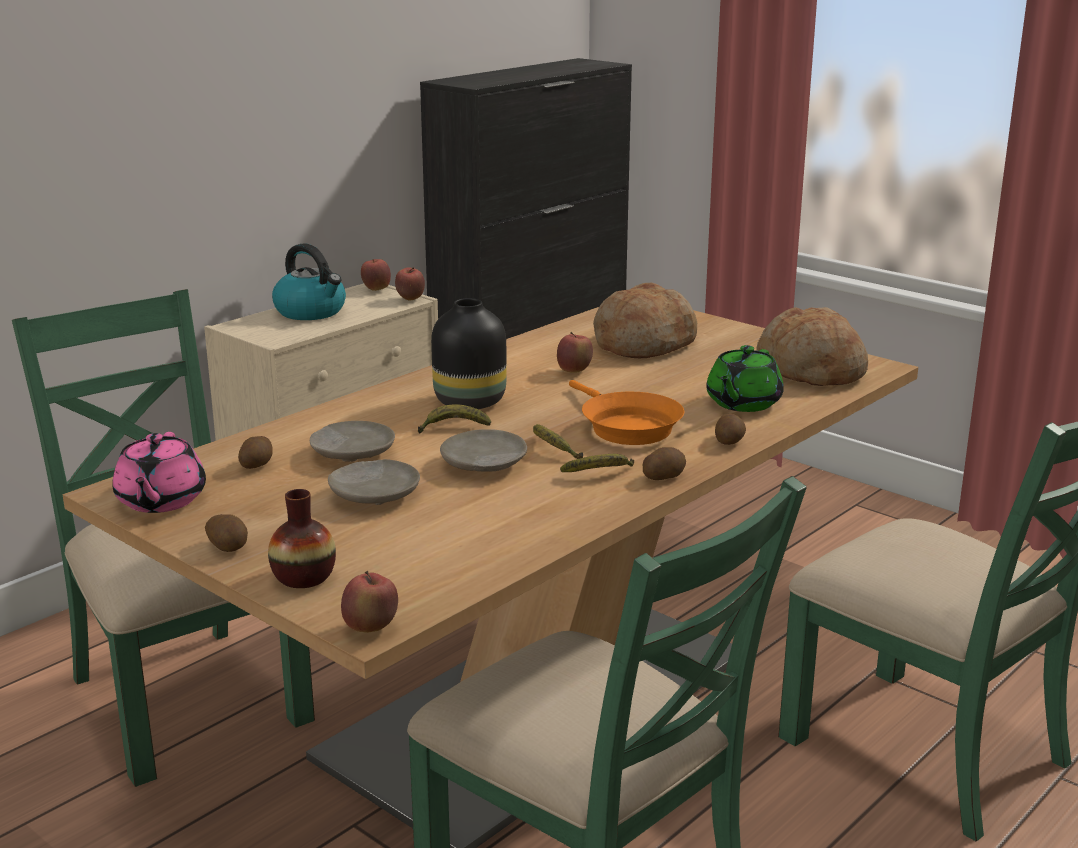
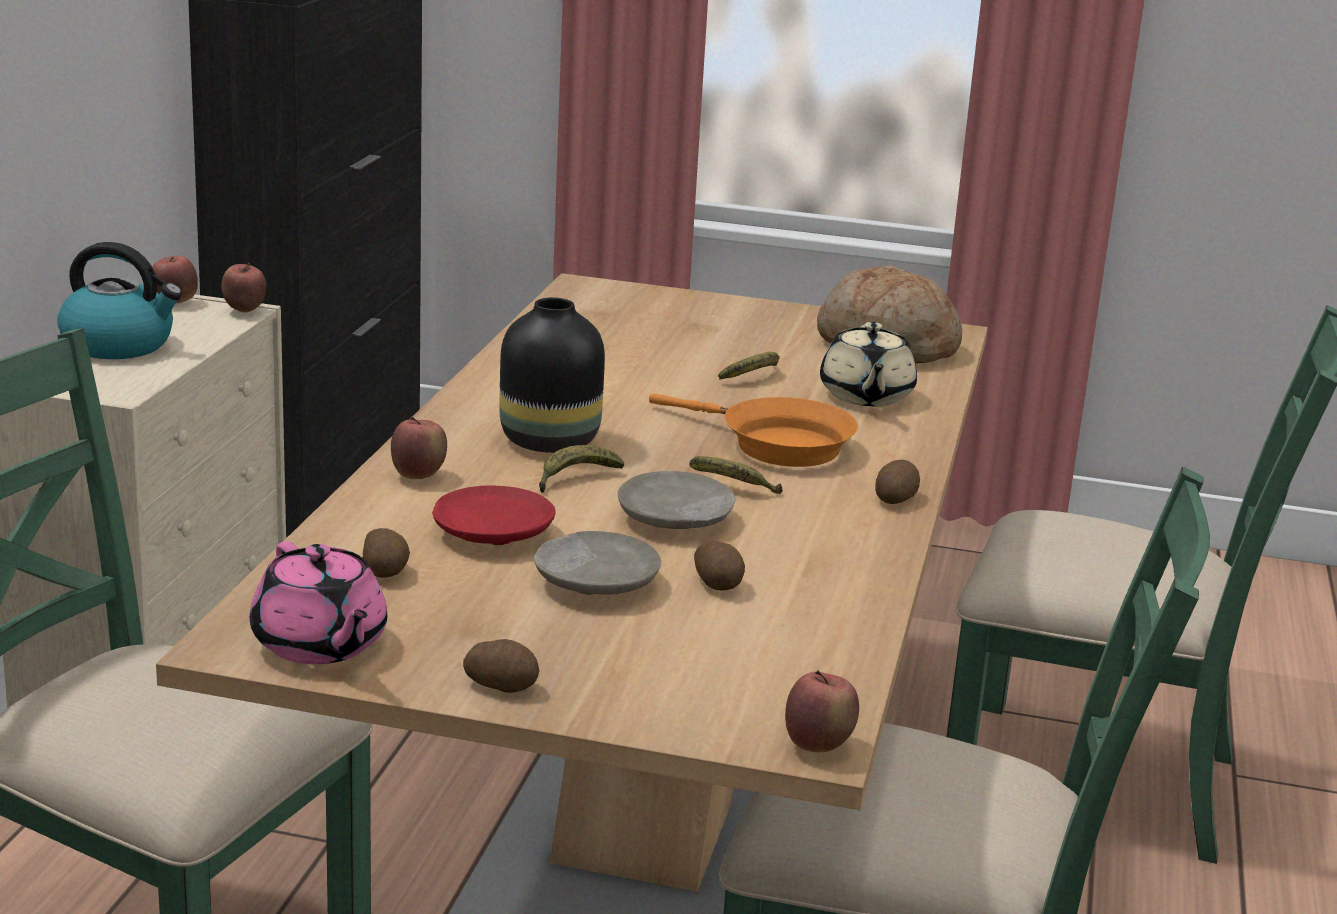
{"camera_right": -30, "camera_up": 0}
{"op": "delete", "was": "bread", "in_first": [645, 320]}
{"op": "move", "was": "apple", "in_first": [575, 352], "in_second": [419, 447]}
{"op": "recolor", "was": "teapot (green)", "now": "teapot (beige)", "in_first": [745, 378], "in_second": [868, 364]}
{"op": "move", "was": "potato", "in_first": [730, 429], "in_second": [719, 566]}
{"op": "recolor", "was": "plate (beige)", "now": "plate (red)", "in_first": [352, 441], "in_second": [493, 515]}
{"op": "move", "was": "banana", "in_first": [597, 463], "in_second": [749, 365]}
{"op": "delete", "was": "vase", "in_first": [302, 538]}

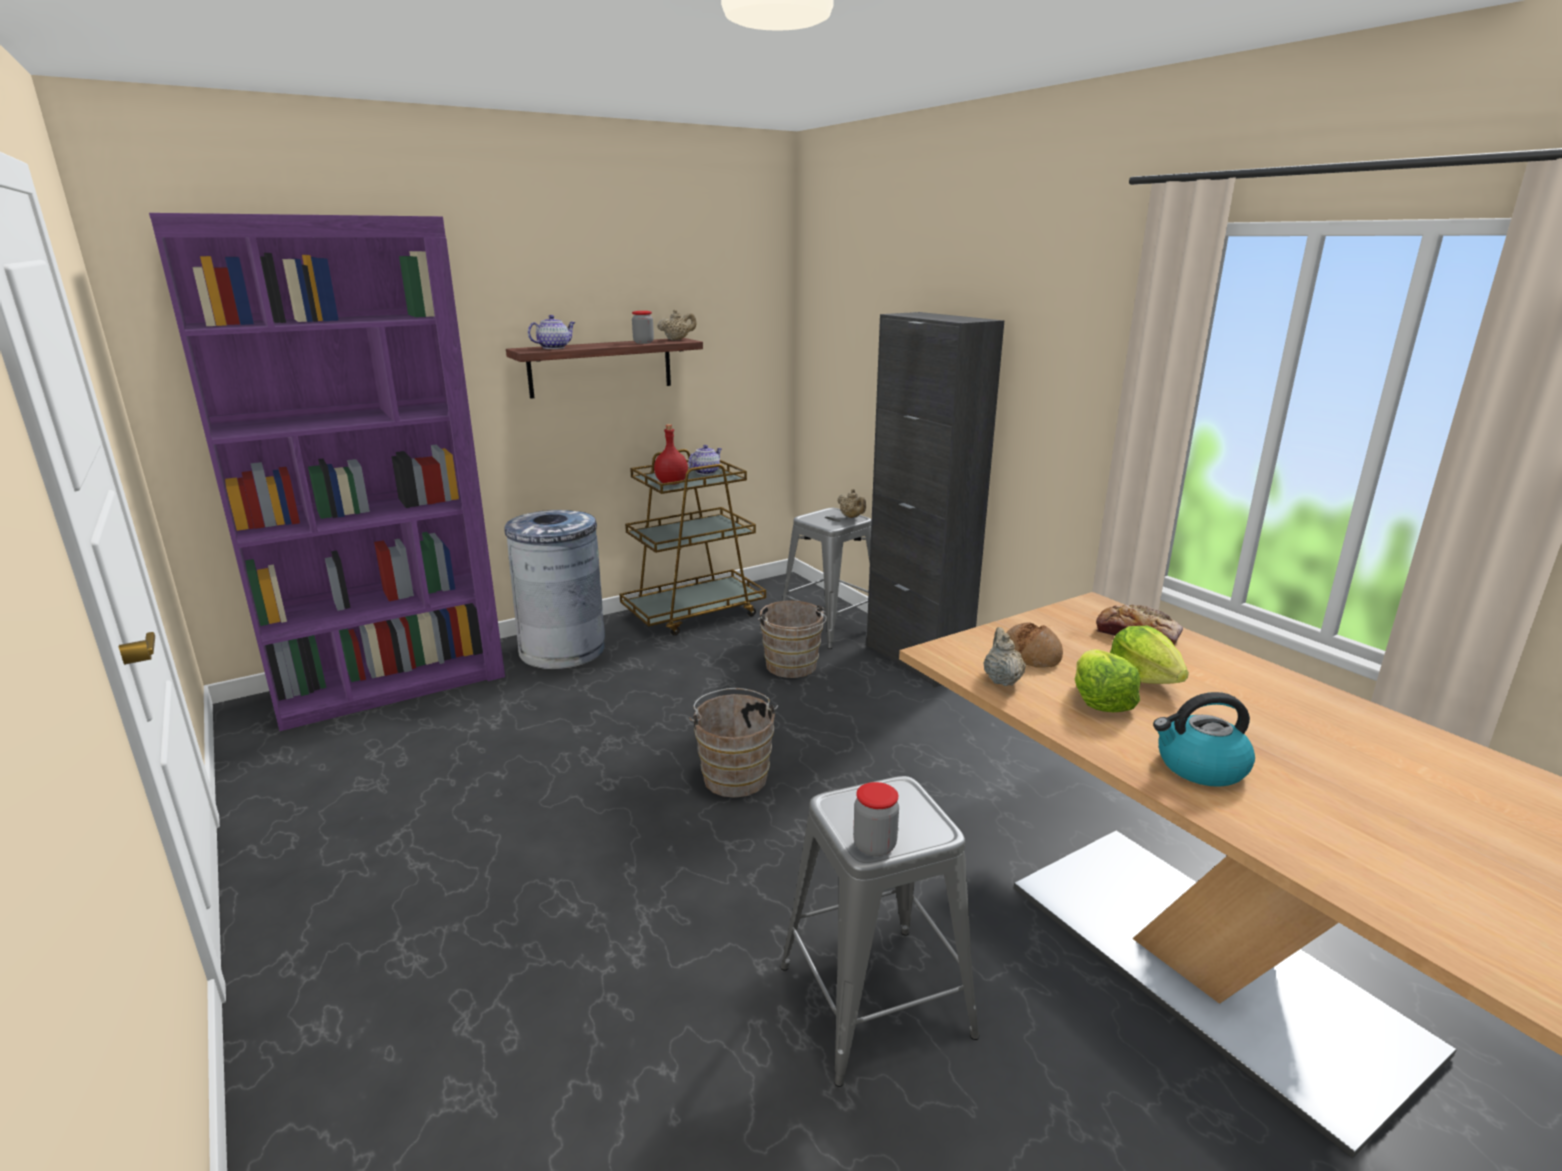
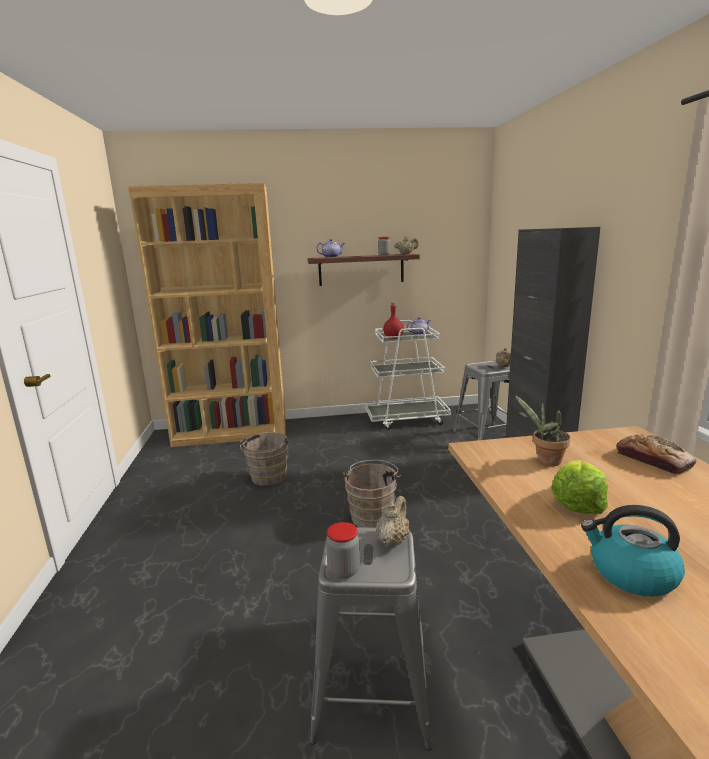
{"camera_right": 25, "camera_up": -5}
{"op": "recolor", "was": "bookcase (purple)", "now": "bookcase (brown)", "in_first": [327, 472], "in_second": [207, 315]}
{"op": "recolor", "was": "cart (brown)", "now": "cart (white)", "in_first": [692, 542], "in_second": [408, 375]}
{"op": "delete", "was": "trash can (grey)", "in_first": [554, 589]}
{"op": "move", "was": "bucket (brown)", "in_first": [792, 639], "in_second": [264, 459]}
{"op": "replace", "was": "bread", "now": "potted plant", "in_first": [1034, 645], "in_second": [543, 430]}
{"op": "delete", "was": "lettuce", "in_first": [1149, 655]}
{"op": "move", "was": "teapot (beige)", "in_first": [1005, 656], "in_second": [393, 522]}

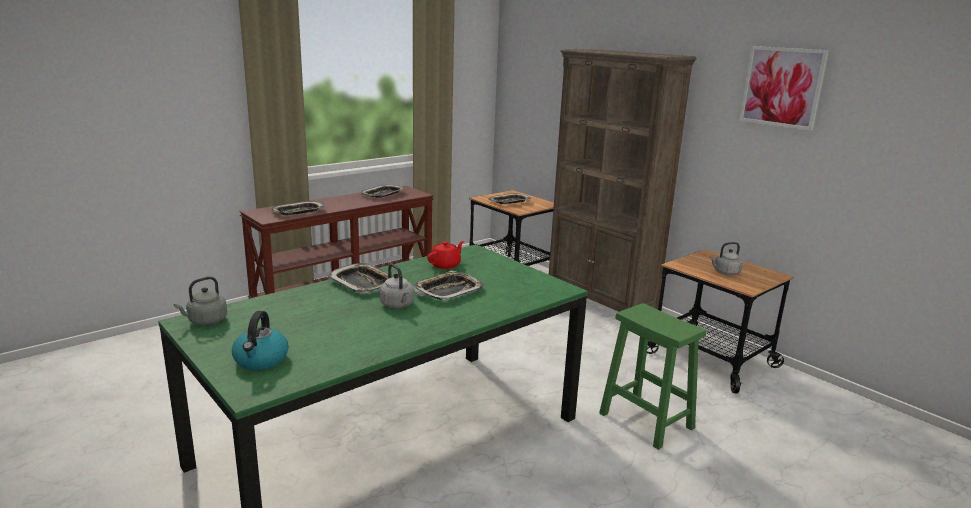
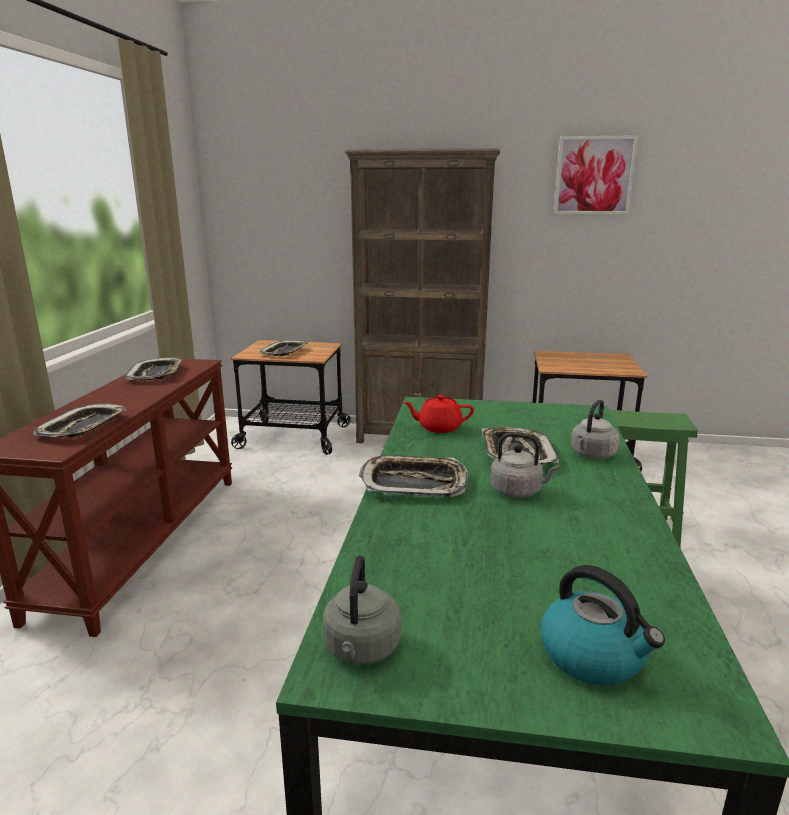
{"camera_right": -40, "camera_up": 0}
{"op": "rotate", "was": "teapot (red)", "in_first": [445, 255], "in_second": [438, 414], "clockwise": -90}
{"op": "move", "was": "kettle (grey)", "in_first": [726, 258], "in_second": [595, 429]}

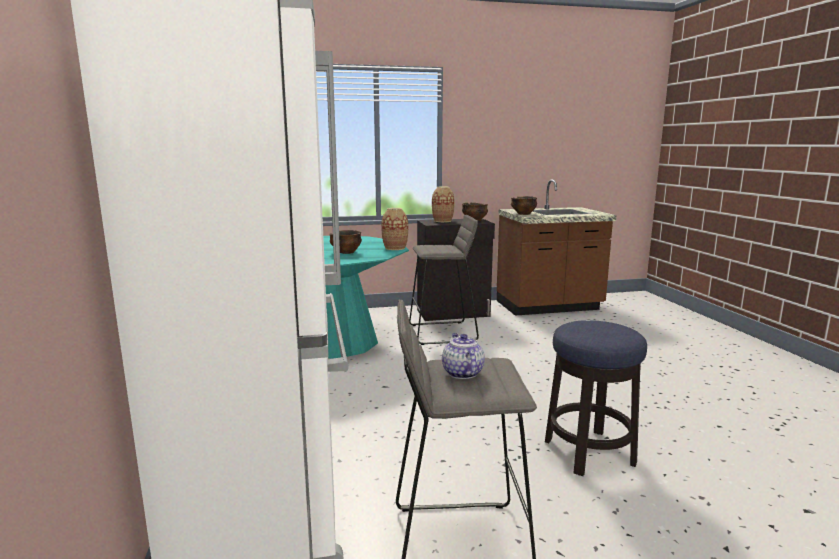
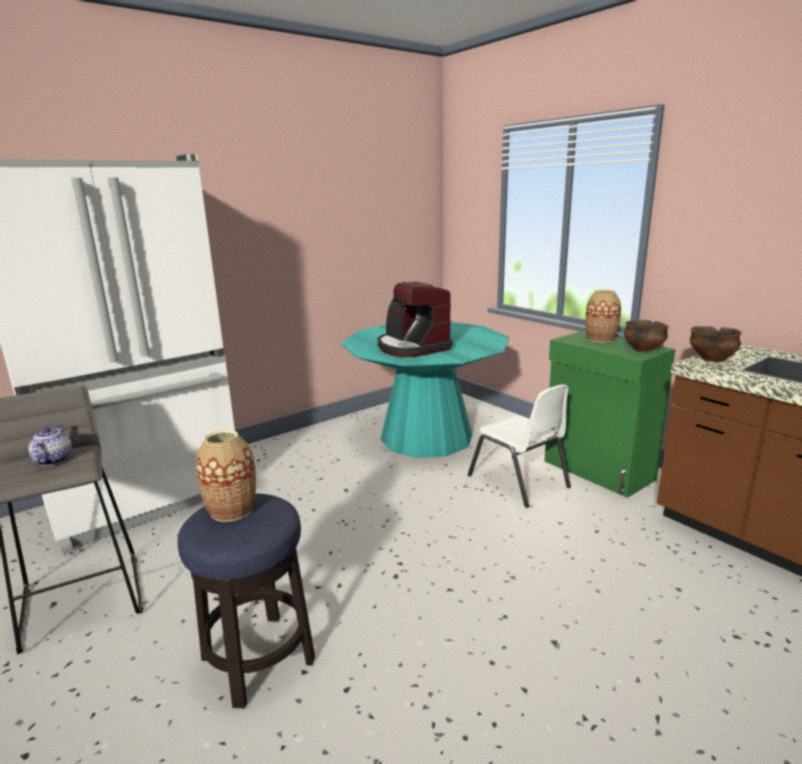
{"camera_right": 65, "camera_up": 5}
{"op": "move", "was": "vase", "in_first": [394, 229], "in_second": [226, 476]}
{"op": "replace", "was": "stool (grey)", "now": "chair (white)", "in_first": [444, 280], "in_second": [519, 446]}
{"op": "recolor", "was": "cabinet (black)", "now": "cabinet (green)", "in_first": [456, 270], "in_second": [609, 414]}
{"op": "replace", "was": "bowl", "now": "coffee machine", "in_first": [345, 242], "in_second": [415, 319]}
{"op": "rotate", "was": "teapot", "in_first": [463, 356], "in_second": [50, 445], "clockwise": -60}

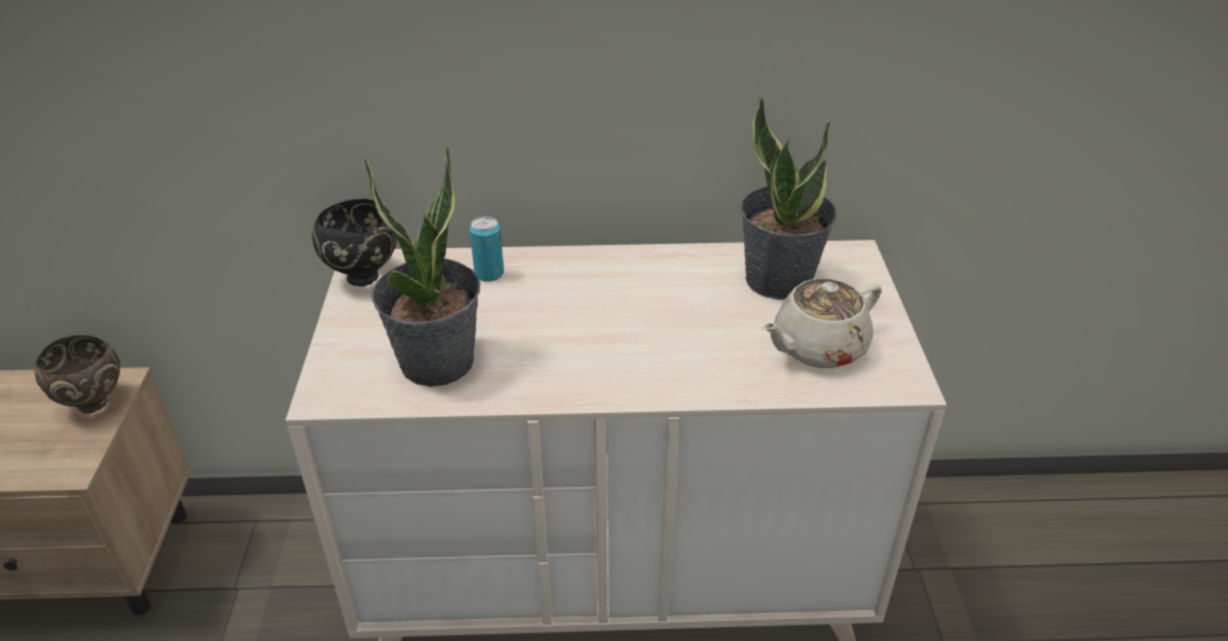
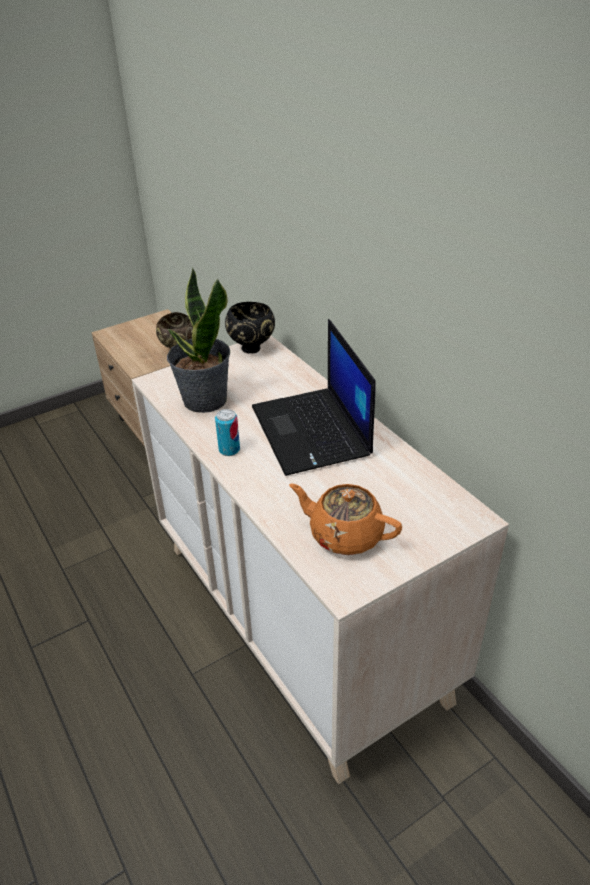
{"camera_right": 60, "camera_up": 0}
{"op": "delete", "was": "potted plant", "in_first": [788, 197]}
{"op": "move", "was": "can", "in_first": [486, 249], "in_second": [227, 432]}
{"op": "recolor", "was": "teapot (beige)", "now": "teapot (orange)", "in_first": [822, 323], "in_second": [345, 519]}
{"op": "insert", "now": "laptop", "in_second": [314, 397]}

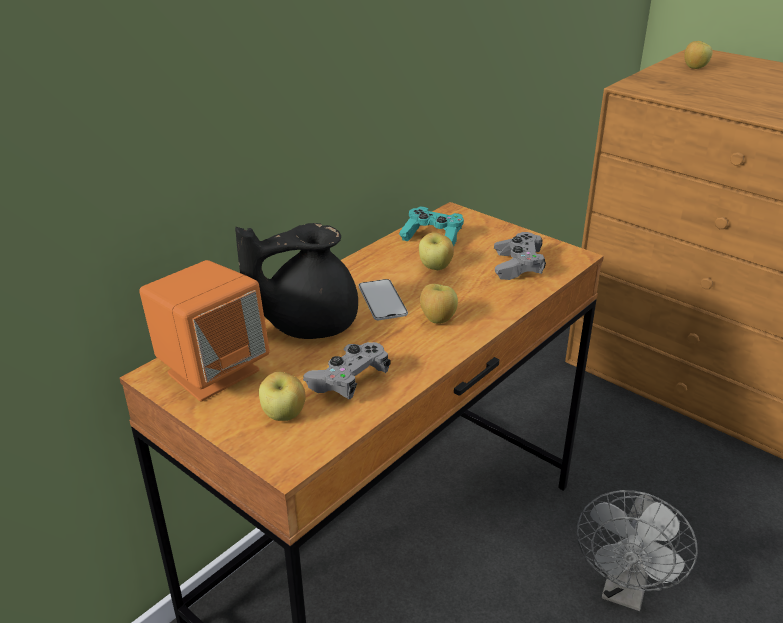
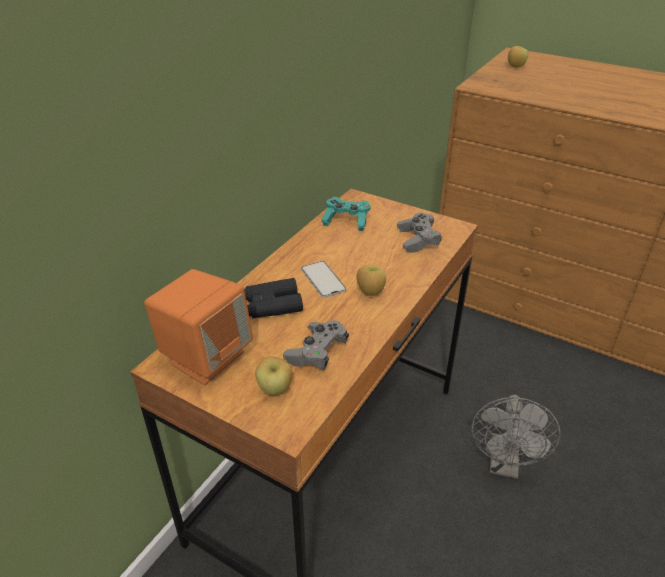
{"camera_right": -10, "camera_up": 5}
{"op": "replace", "was": "teapot (black)", "now": "binoculars (black)", "in_first": [296, 281], "in_second": [273, 298]}
{"op": "delete", "was": "apple", "in_first": [436, 251]}

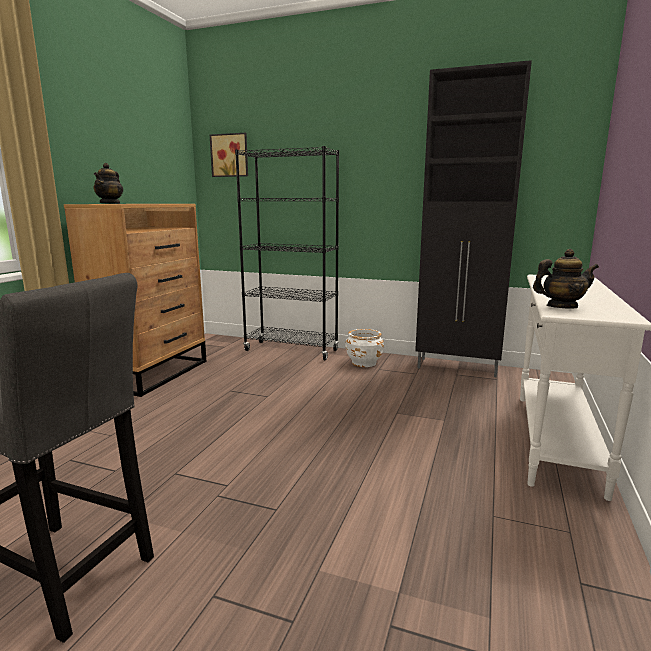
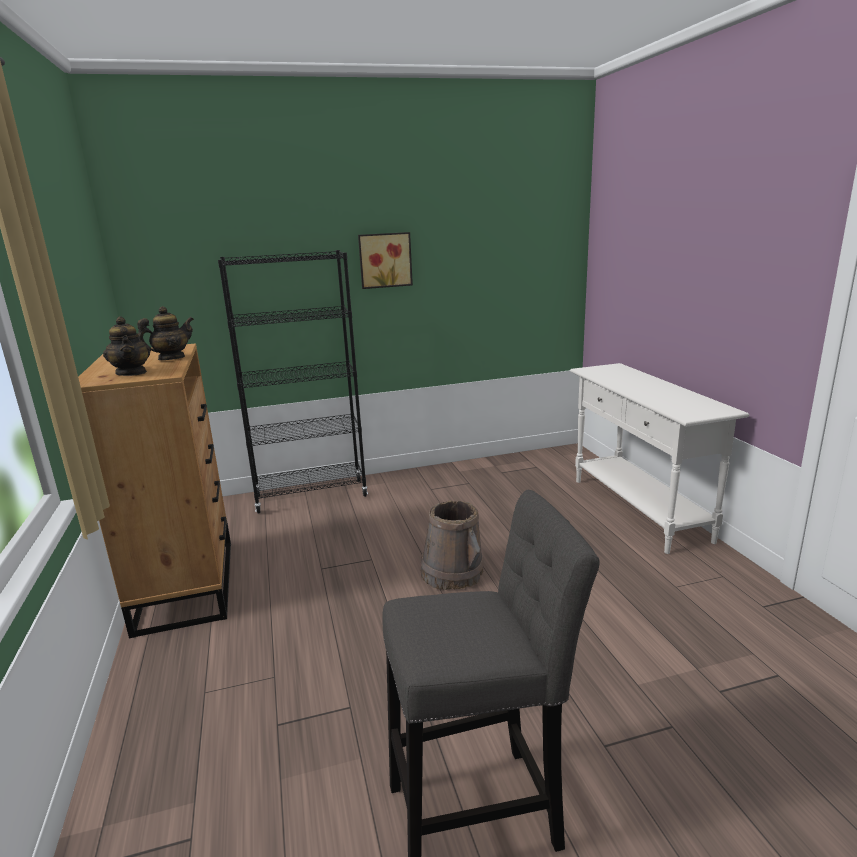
{"camera_right": -35, "camera_up": 5}
{"op": "delete", "was": "cabinet (black)", "in_first": [473, 219]}
{"op": "move", "was": "picture", "in_first": [229, 155], "in_second": [385, 260]}
{"op": "move", "was": "teapot", "in_first": [566, 279], "in_second": [165, 333]}
{"op": "delete", "was": "planter (white)", "in_first": [365, 348]}
{"op": "insert", "now": "bucket (brown)", "in_second": [452, 545]}

